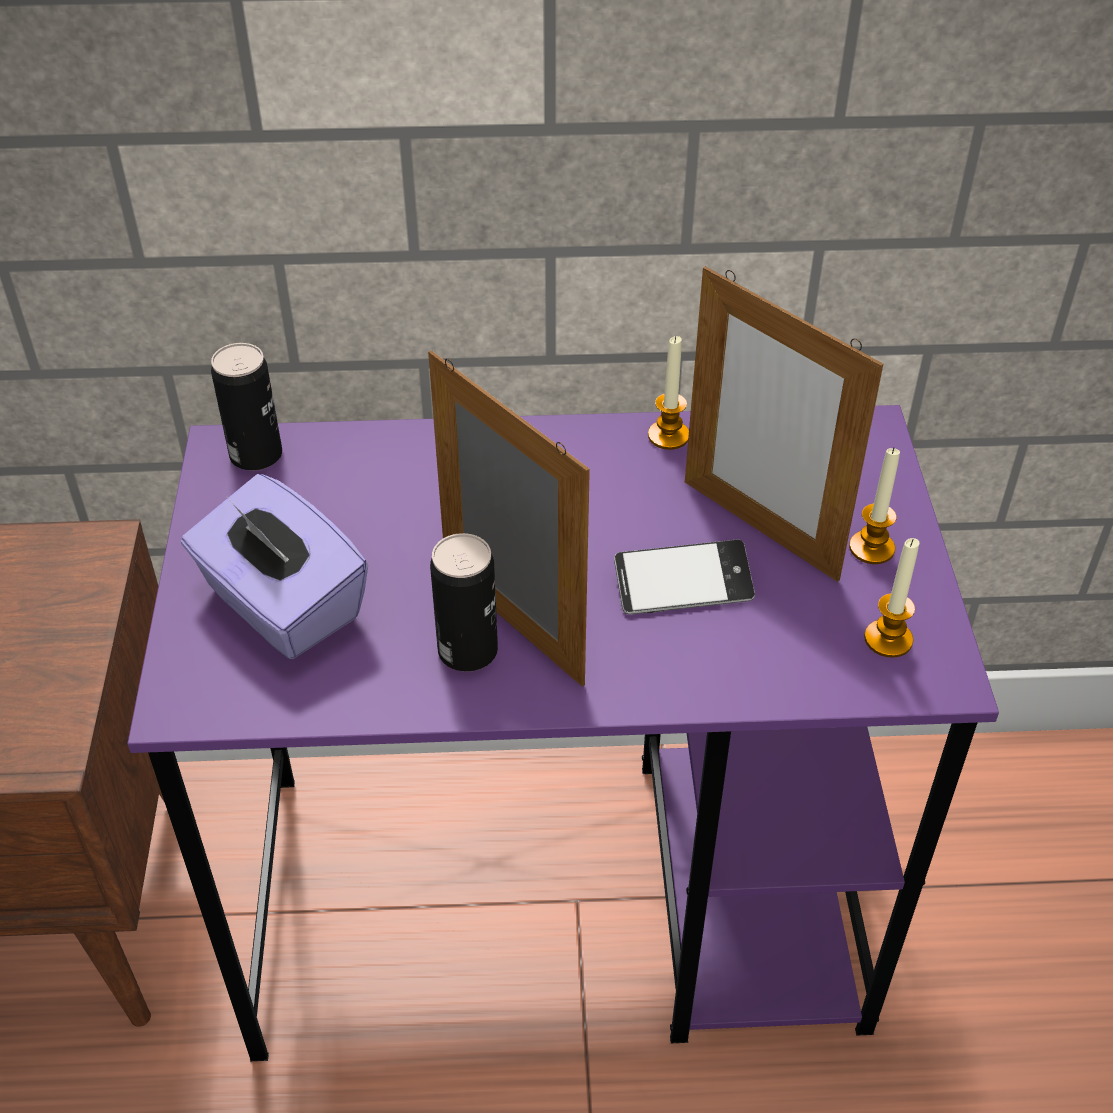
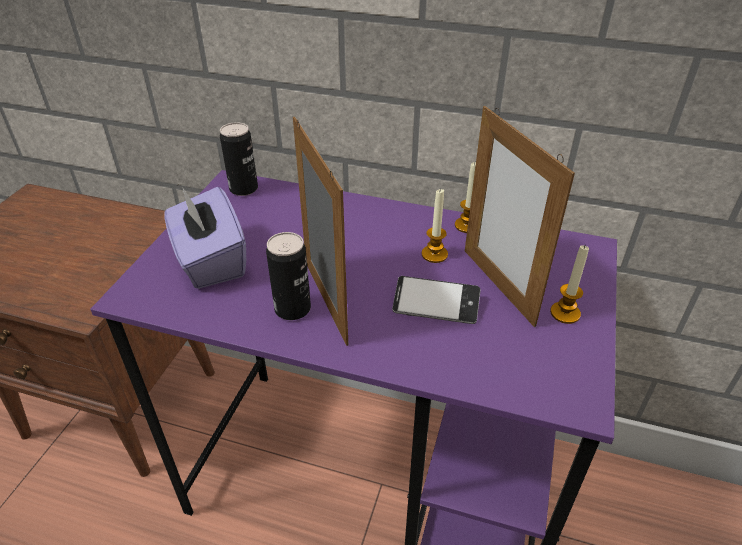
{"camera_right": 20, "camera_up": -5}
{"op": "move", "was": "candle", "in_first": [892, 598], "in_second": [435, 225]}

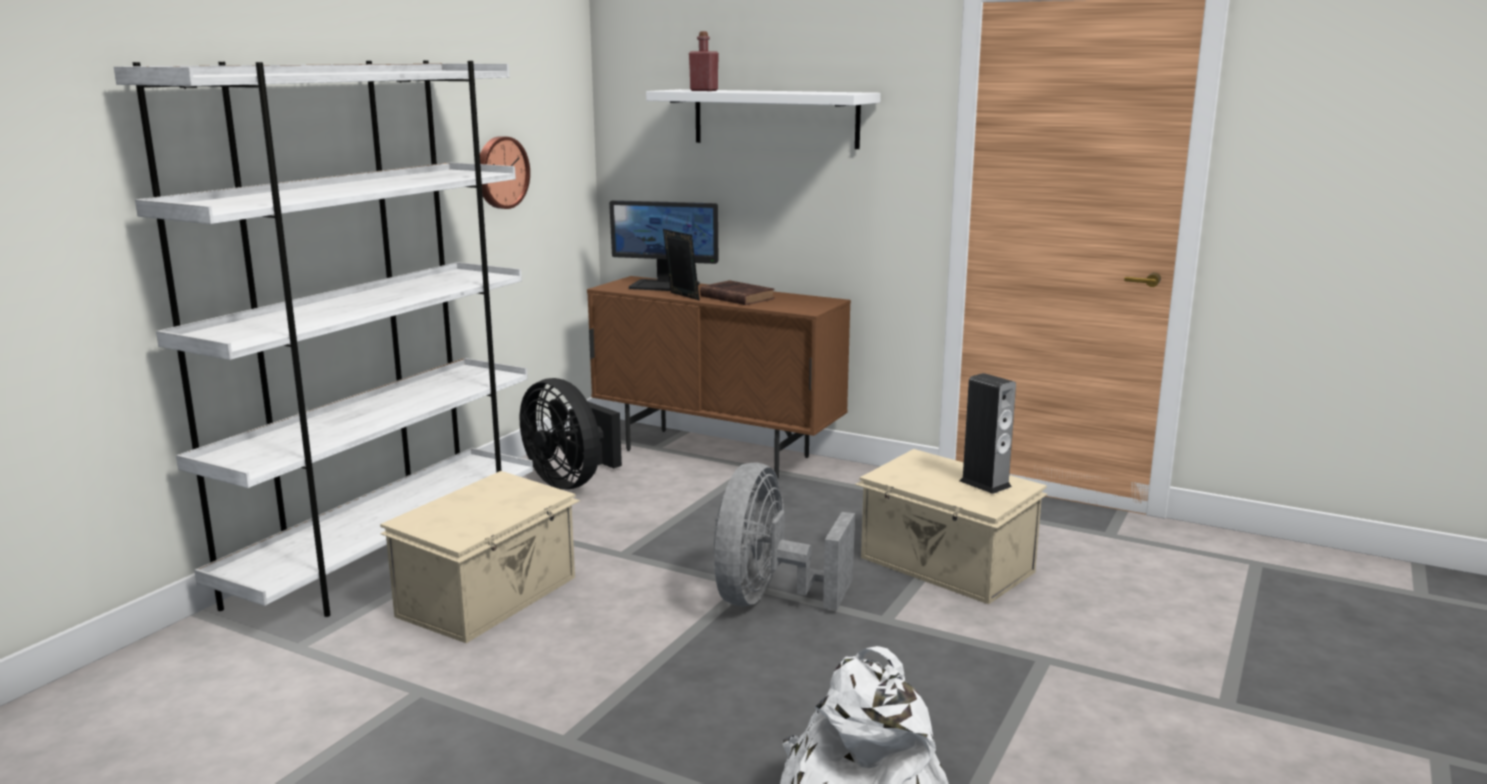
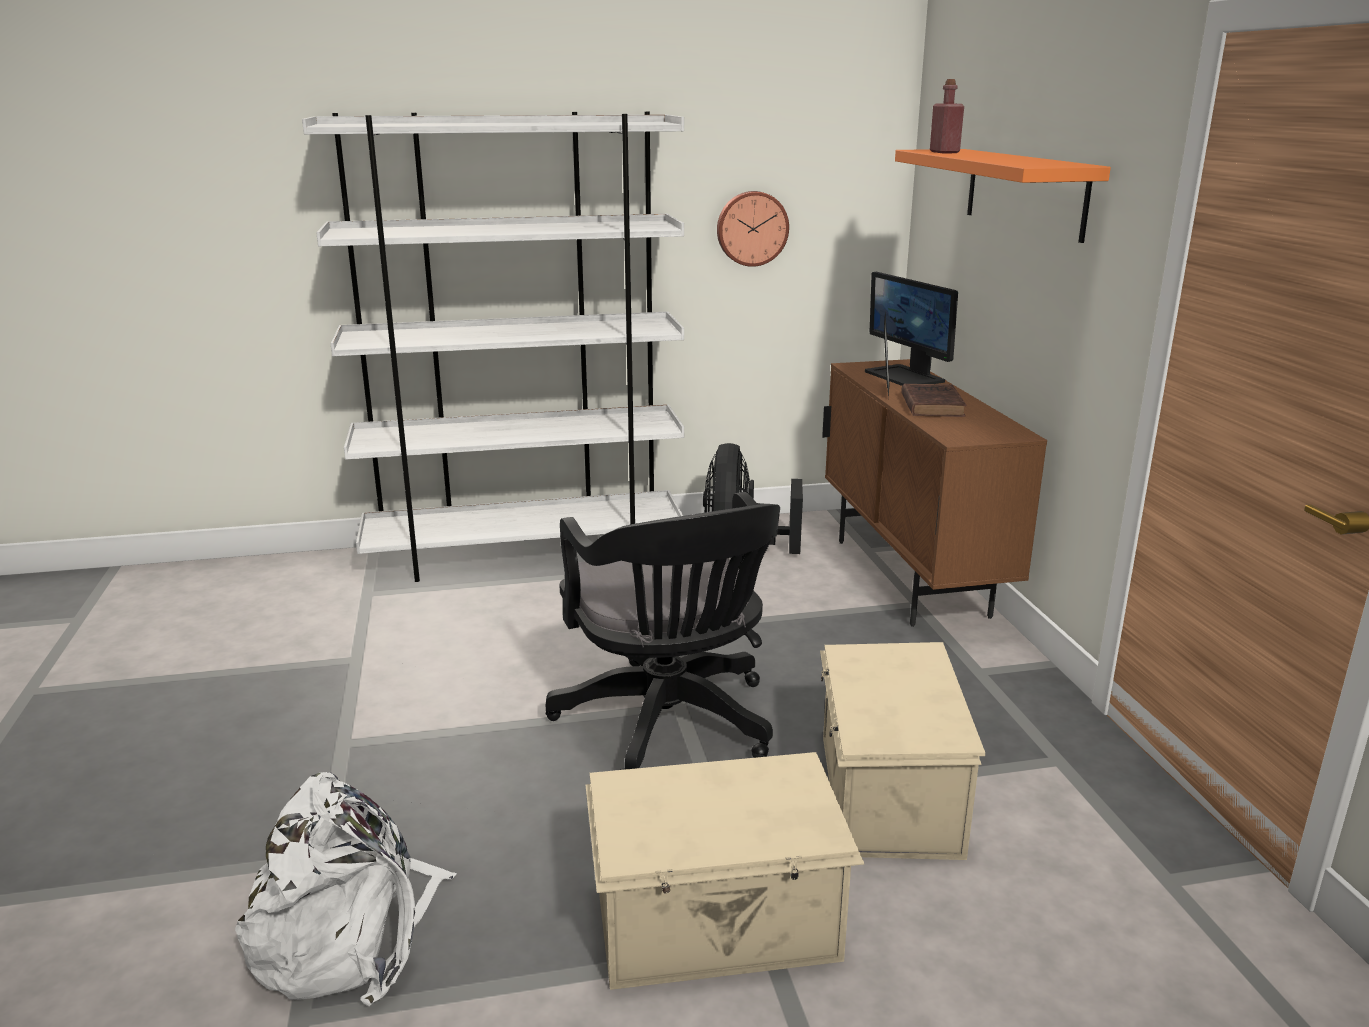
{"camera_right": 50, "camera_up": 5}
{"op": "recolor", "was": "shelf (white)", "now": "shelf (orange)", "in_first": [763, 119], "in_second": [1003, 196]}
{"op": "delete", "was": "speaker", "in_first": [988, 433]}
{"op": "replace", "was": "fan (grey)", "now": "office chair (black)", "in_first": [784, 536], "in_second": [663, 631]}
{"op": "move", "was": "storage box (beige)", "in_first": [480, 557], "in_second": [724, 871]}

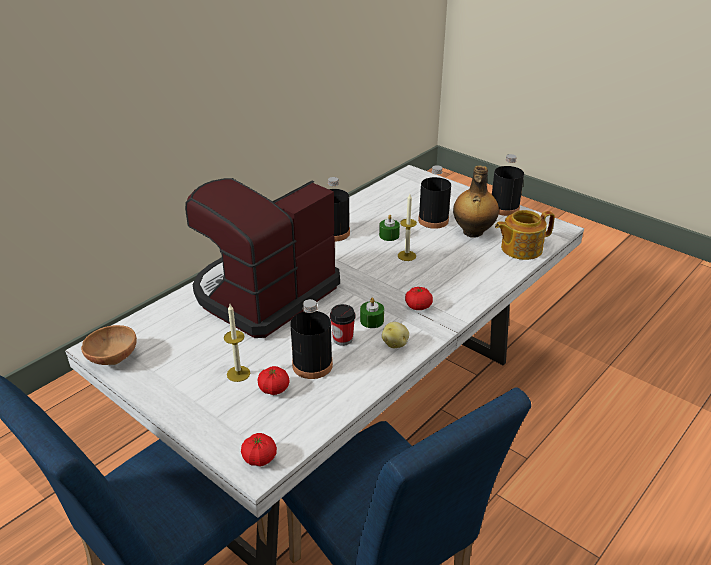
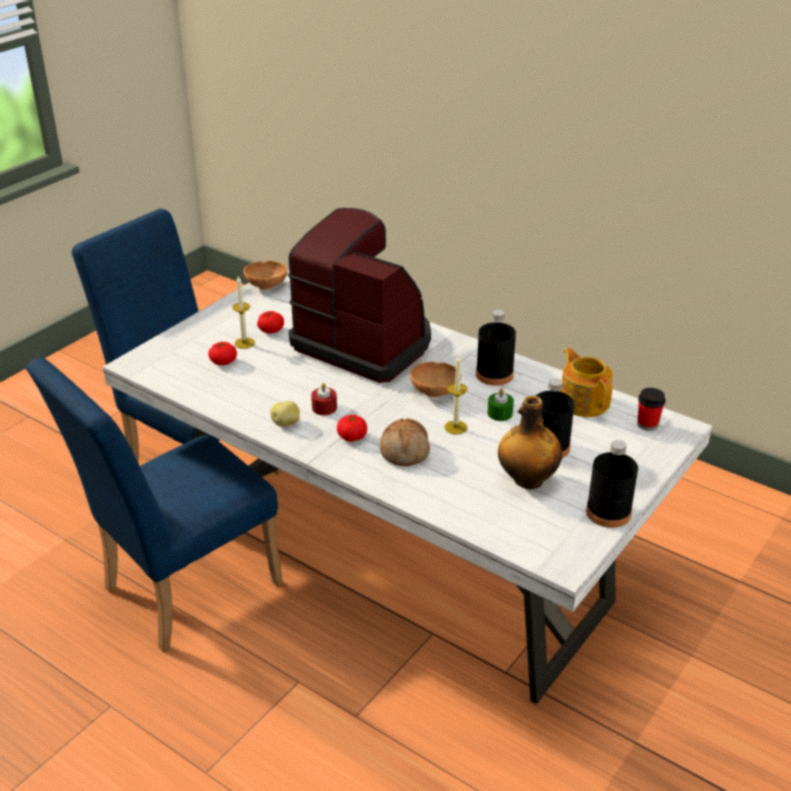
{"camera_right": 85, "camera_up": 0}
{"op": "move", "was": "teapot", "in_first": [525, 235], "in_second": [587, 382]}
{"op": "recolor", "was": "candle (green)", "now": "candle (red)", "in_first": [372, 313], "in_second": [324, 399]}
{"op": "delete", "was": "bottle (black)", "in_first": [311, 339]}
{"op": "move", "was": "cup", "in_first": [343, 325], "in_second": [651, 409]}
{"op": "move", "was": "tomato", "in_first": [259, 450], "in_second": [270, 322]}
{"op": "insert", "now": "bowl (brown)", "in_second": [435, 379]}
{"op": "insert", "now": "bread", "in_second": [405, 442]}

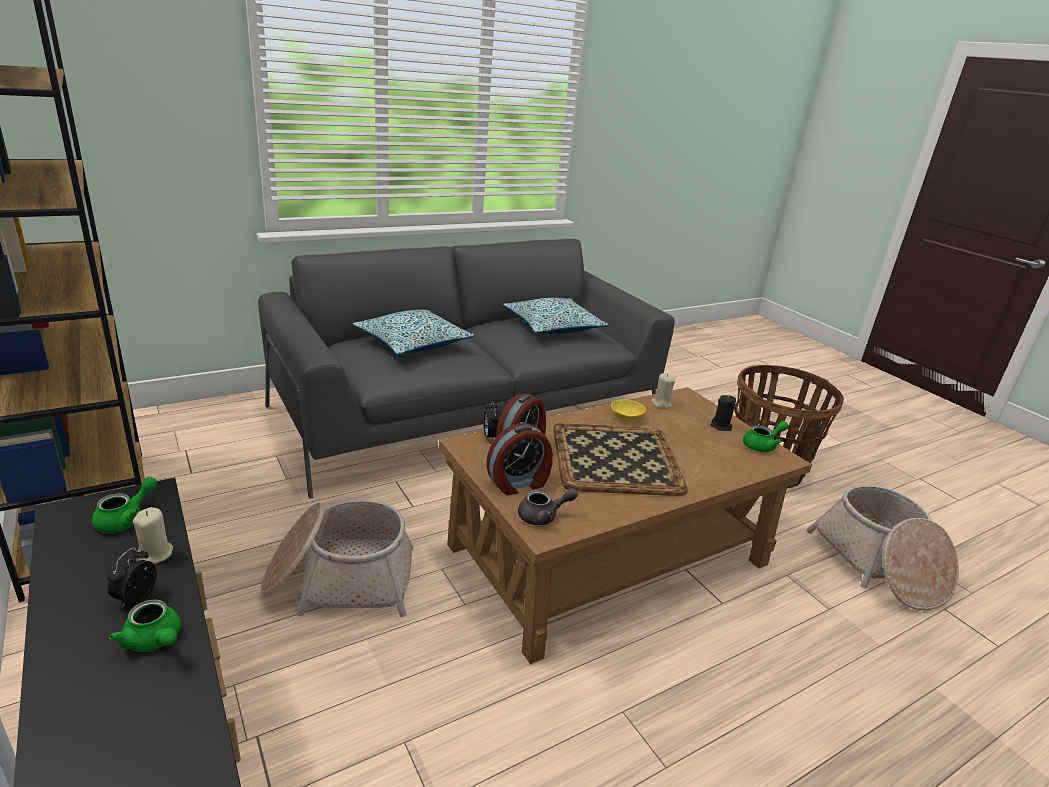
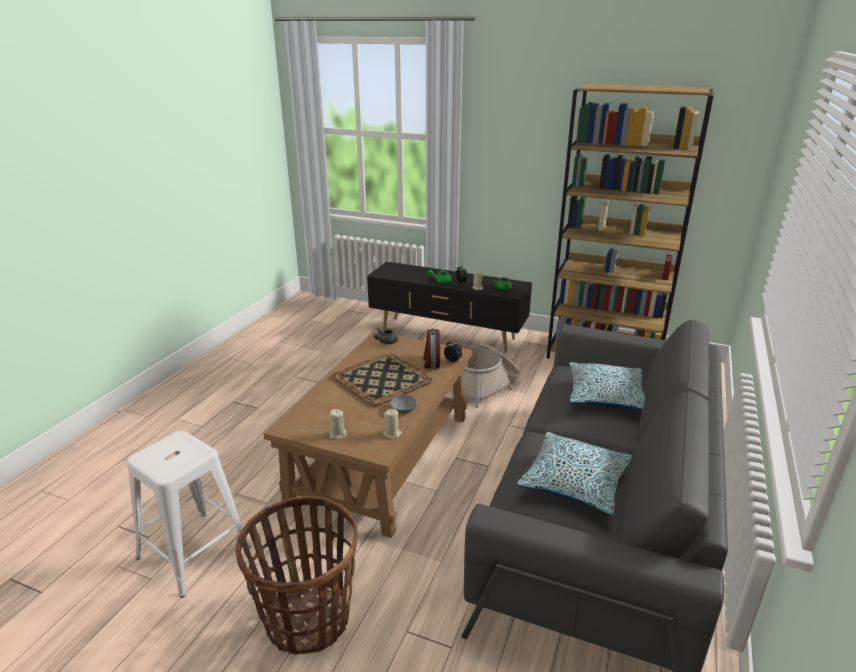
{"camera_right": 145, "camera_up": 0}
{"op": "recolor", "was": "candle (black)", "now": "candle (beige)", "in_first": [723, 413], "in_second": [338, 424]}
{"op": "recolor", "was": "bowl (yellow)", "now": "bowl (grey)", "in_first": [628, 410], "in_second": [403, 404]}
{"op": "delete", "was": "teapot (green)", "in_first": [766, 436]}
{"op": "delete", "was": "alarm clock", "in_first": [519, 459]}
{"op": "replace", "was": "basket", "now": "stool (white)", "in_first": [882, 547], "in_second": [189, 514]}

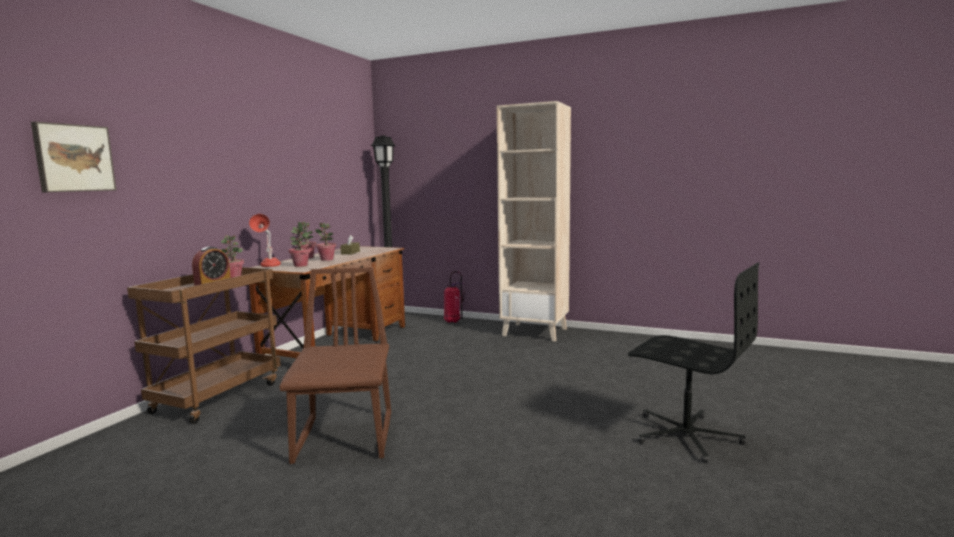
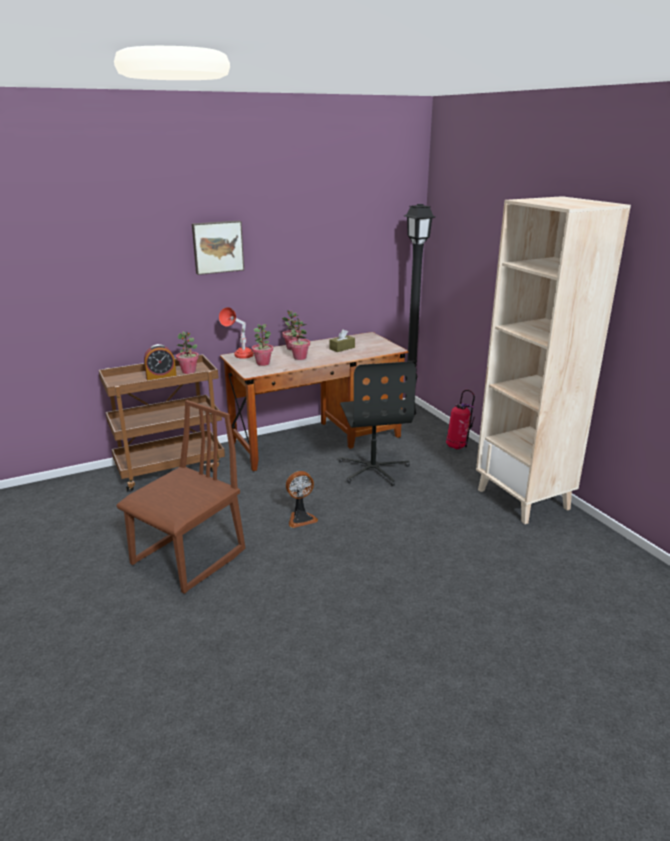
{"camera_right": 40, "camera_up": 15}
{"op": "move", "was": "picture", "in_first": [73, 157], "in_second": [218, 247]}
{"op": "move", "was": "office chair (black)", "in_first": [693, 362], "in_second": [377, 423]}
{"op": "insert", "now": "fan", "in_second": [302, 499]}

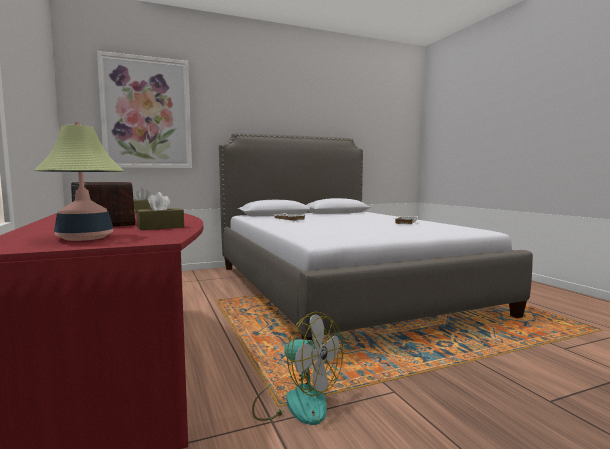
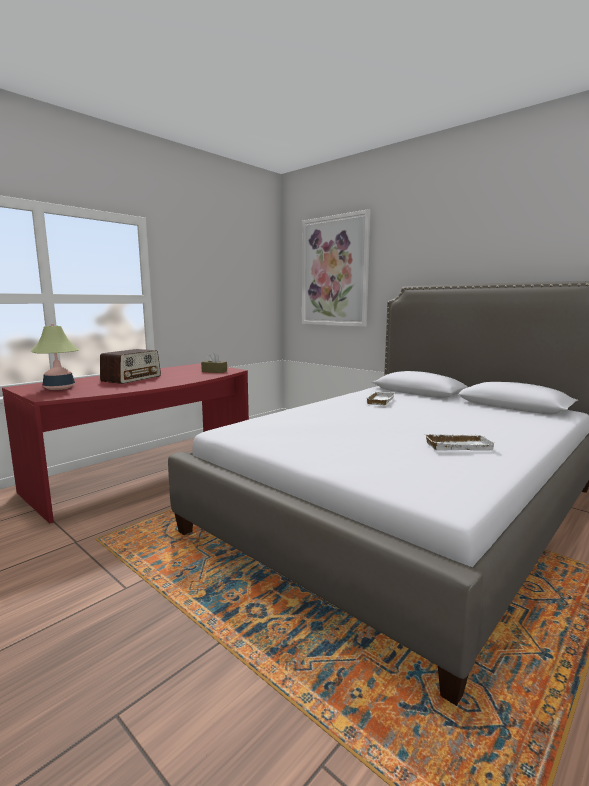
{"camera_right": 65, "camera_up": 5}
{"op": "delete", "was": "tissue box (brown)", "in_first": [160, 211]}
{"op": "delete", "was": "fan", "in_first": [297, 368]}

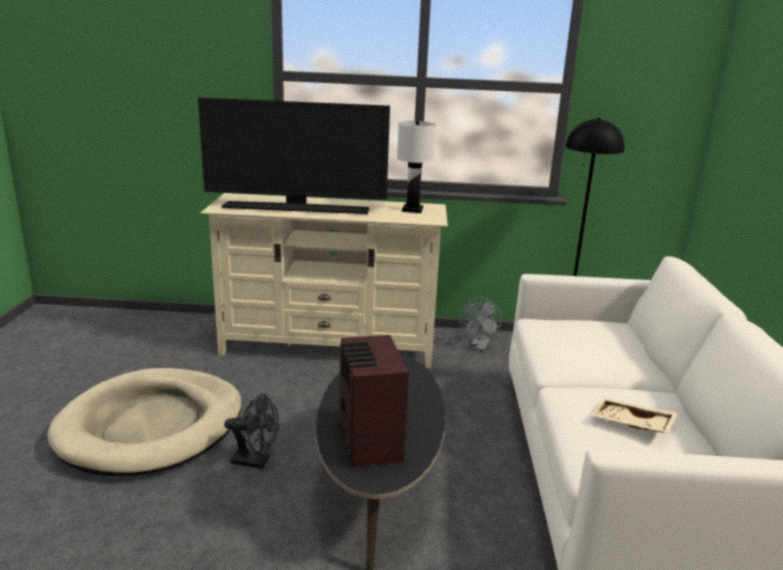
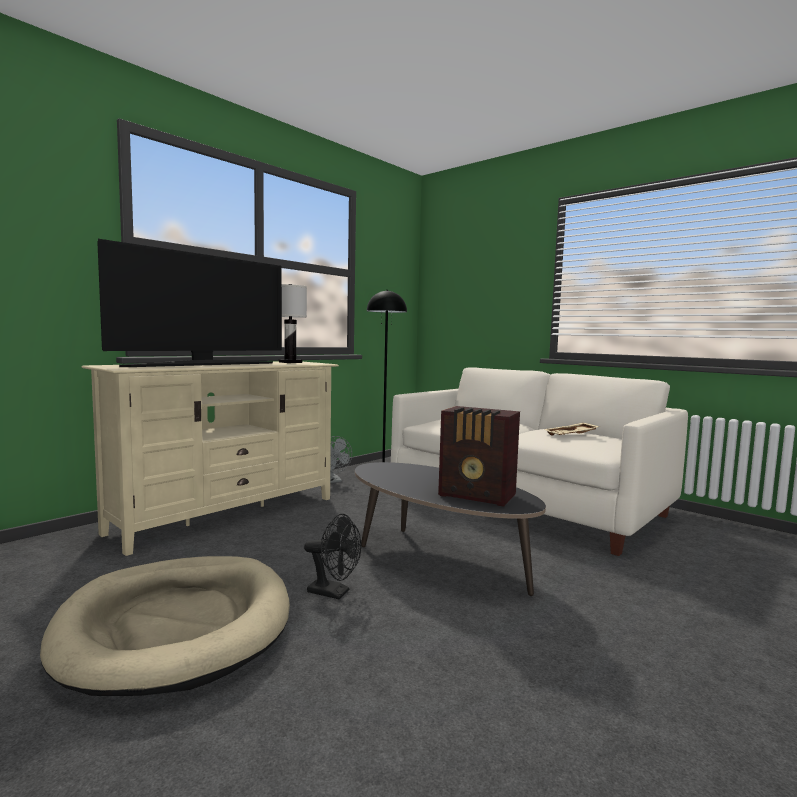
{"camera_right": -50, "camera_up": -15}
{"op": "rotate", "was": "fan (black)", "in_first": [251, 431], "in_second": [332, 557], "clockwise": 60}

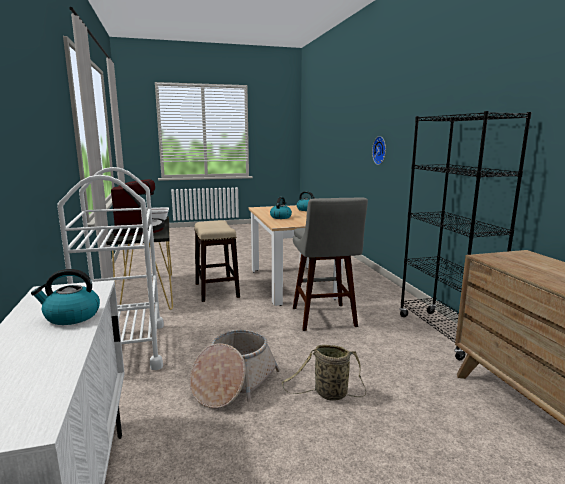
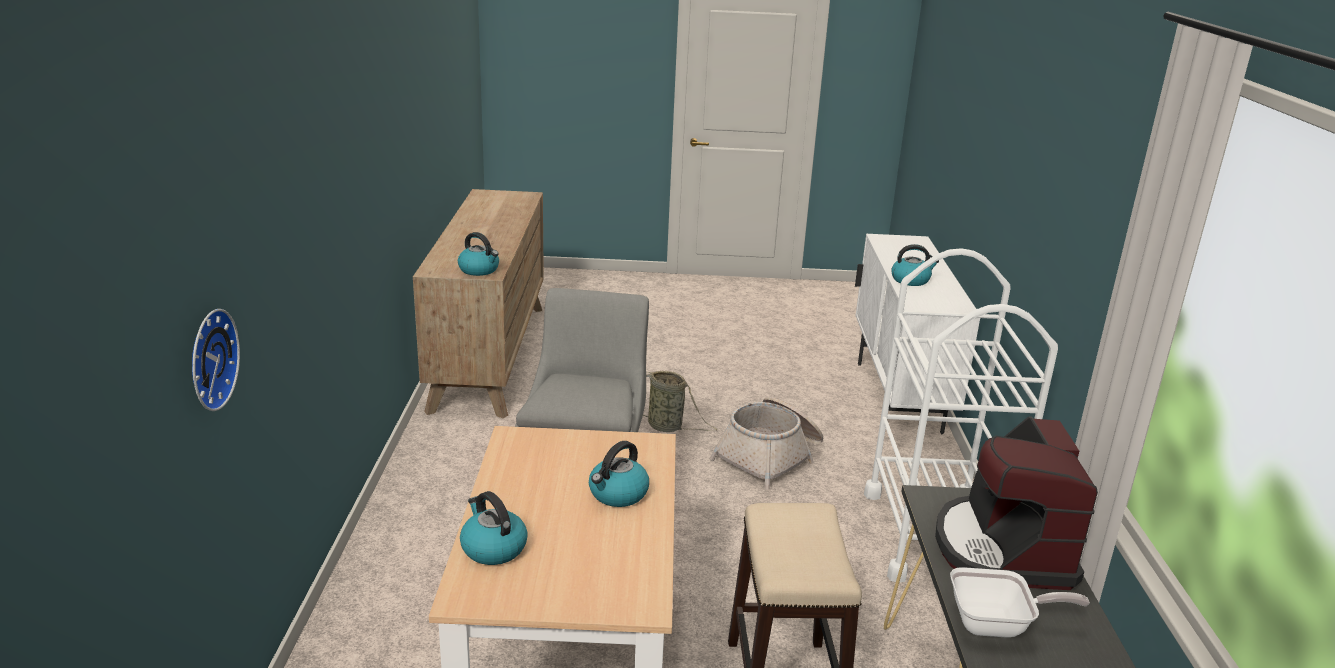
{"camera_right": -165, "camera_up": 10}
{"op": "delete", "was": "bookcase (black)", "in_first": [465, 235]}
{"op": "insert", "now": "kettle", "in_second": [478, 254]}

